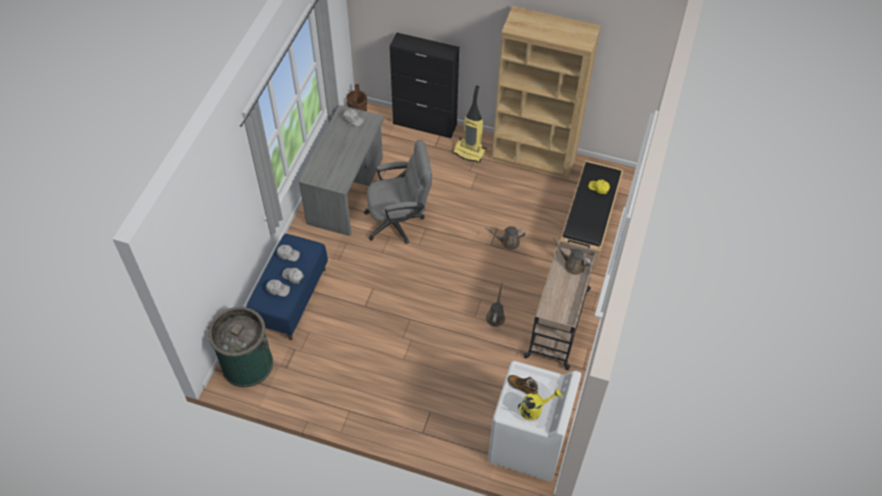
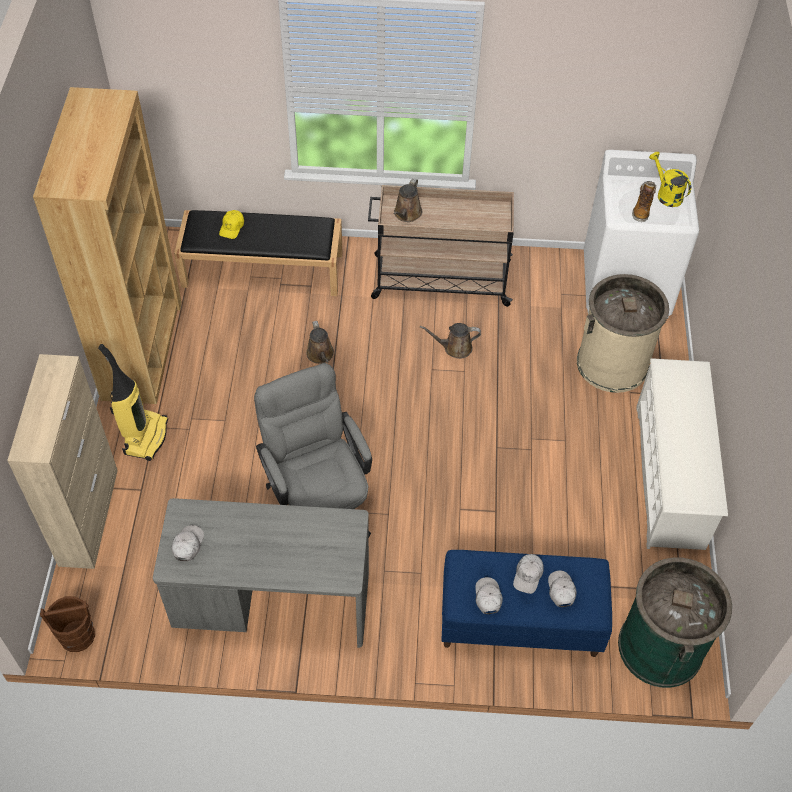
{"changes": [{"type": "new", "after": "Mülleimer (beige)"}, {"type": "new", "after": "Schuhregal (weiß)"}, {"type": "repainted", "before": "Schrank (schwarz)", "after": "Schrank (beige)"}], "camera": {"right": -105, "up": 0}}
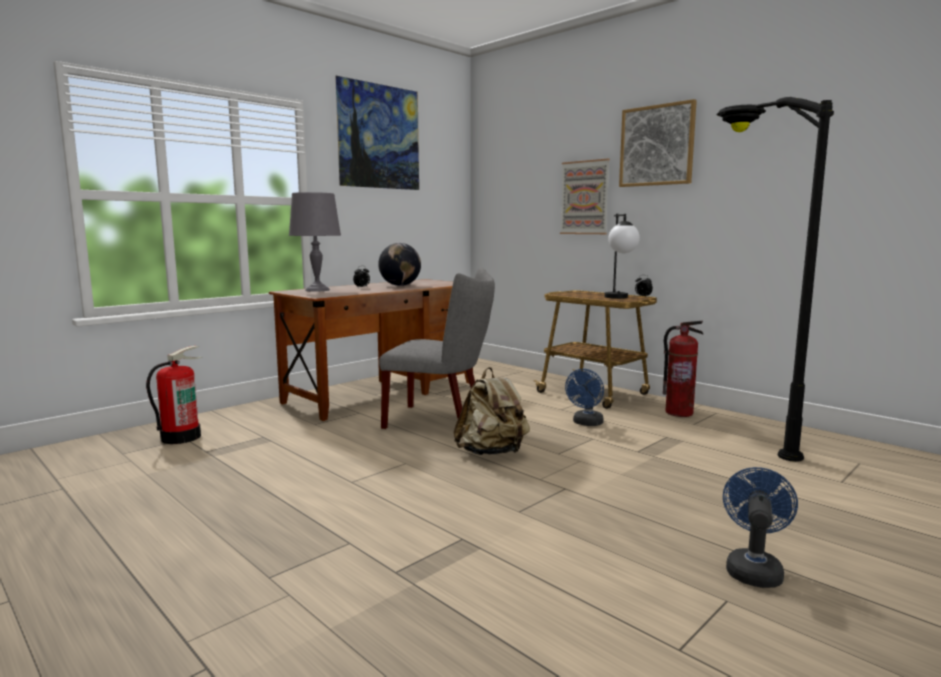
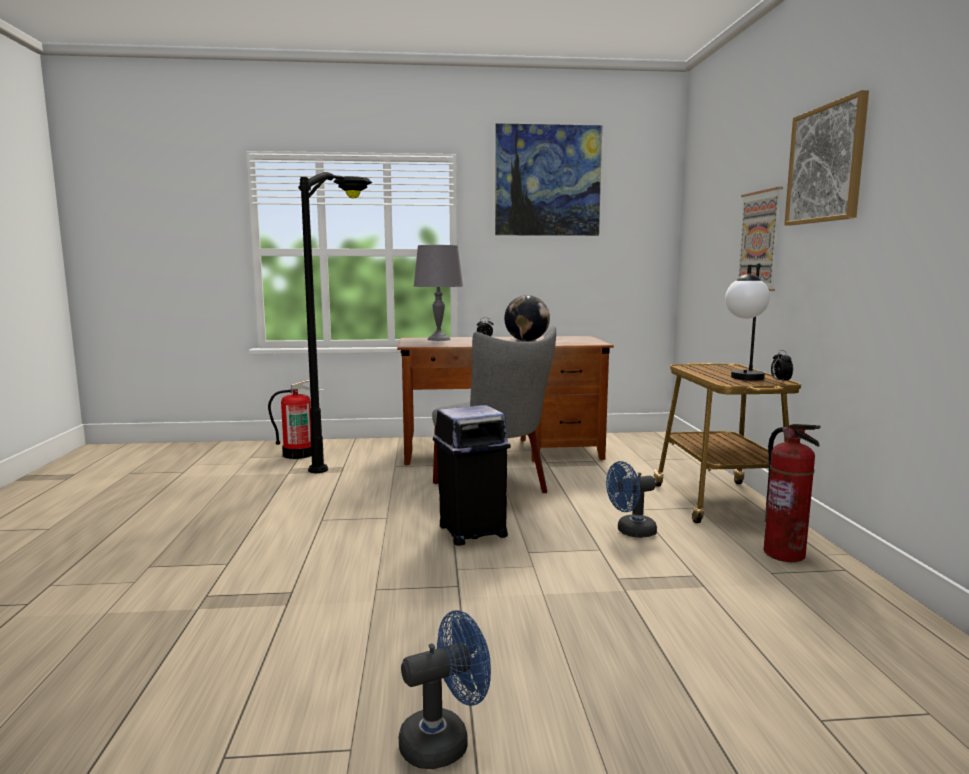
{"changes": [{"type": "shifted", "before": "Stehlampe (schwarz)"}, {"type": "swapped", "before": "Rucksack (beige)", "after": "Mülleimer (schwarz)"}], "camera": {"right": 40, "up": 0}}
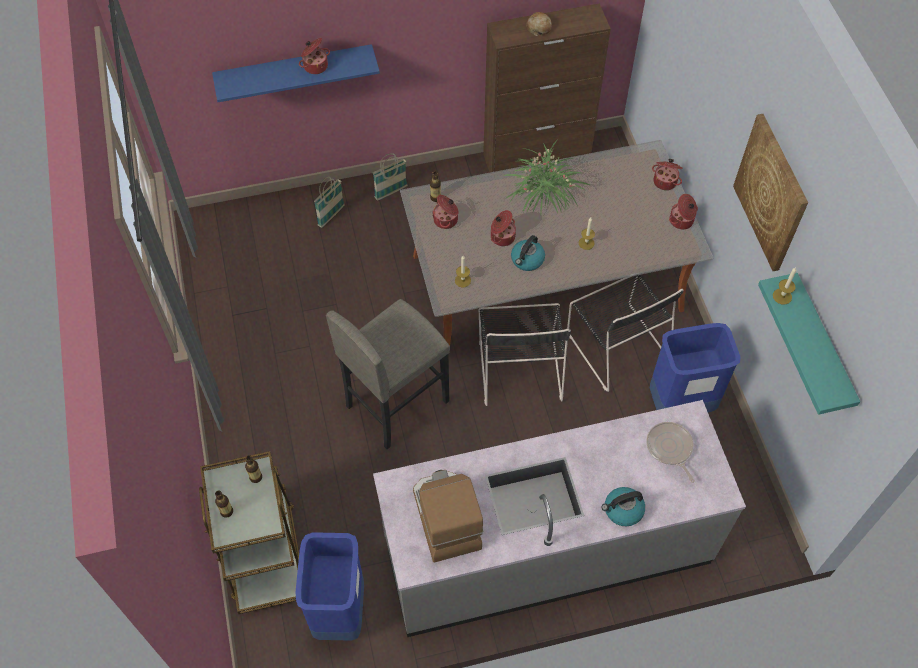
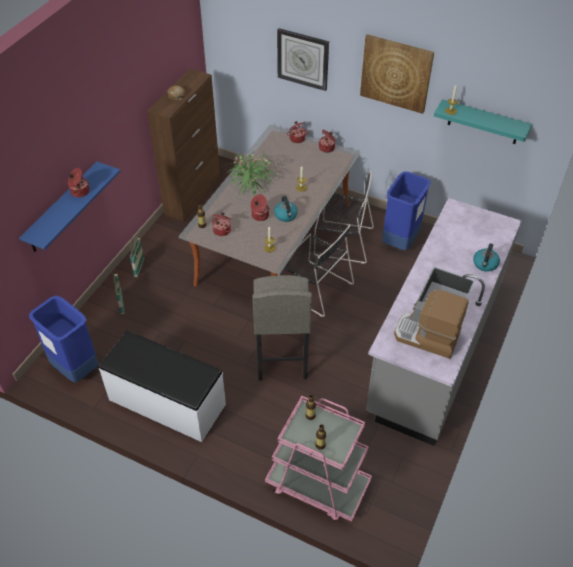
{"changes": [{"type": "gone", "before": "Pfanne"}, {"type": "new", "after": "Bank (weiß)"}, {"type": "new", "after": "Wanduhr"}, {"type": "shifted", "before": "Mülleimer (blau) (no. 1 from left)"}, {"type": "repainted", "before": "Rollwagen (braun)", "after": "Rollwagen (rosa)"}], "camera": {"right": -50, "up": -10}}
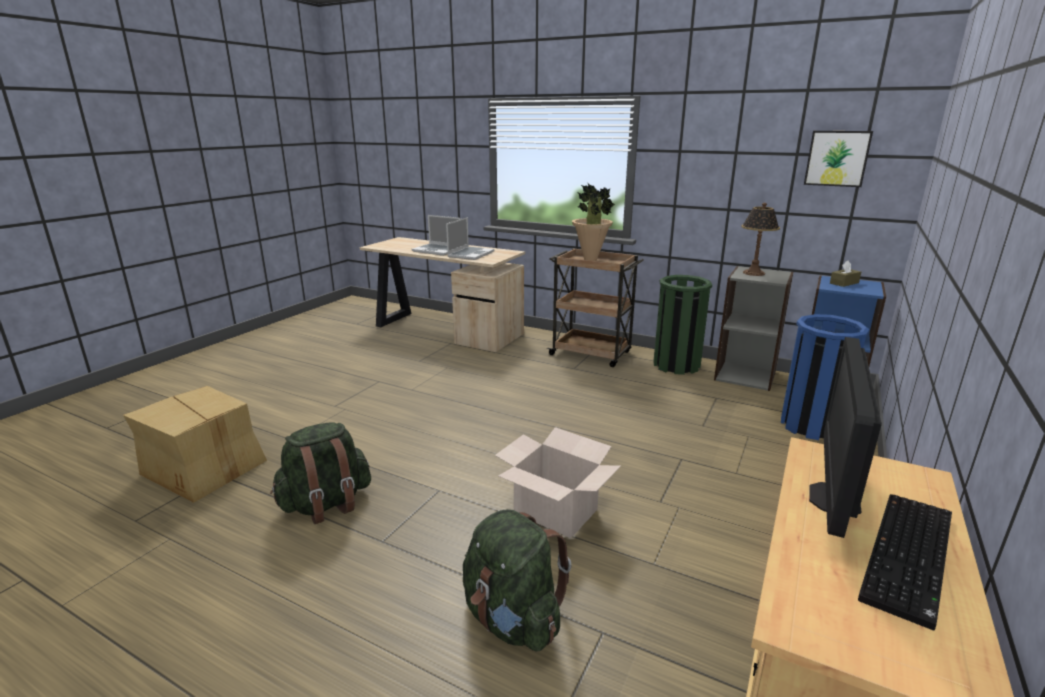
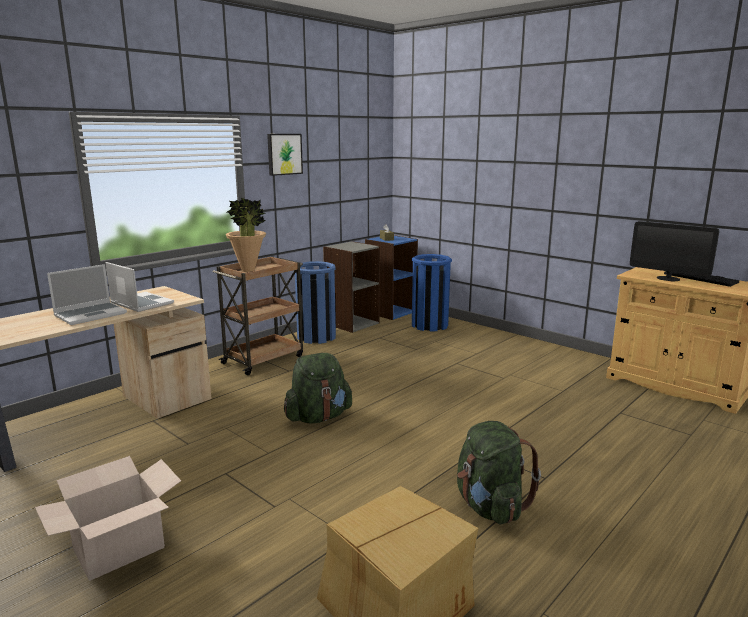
{"changes": [{"type": "gone", "before": "Tischlampe"}, {"type": "shifted", "before": "Rucksack (grün) (no. 2 from left in the first image)", "after": "Rucksack (grün) (no. 1 from left)"}, {"type": "shifted", "before": "Karton (no. 2 from left in the first image)", "after": "Karton (no. 1 from left)"}, {"type": "shifted", "before": "Bild"}, {"type": "repainted", "before": "Mülleimer (grün)", "after": "Mülleimer (blau) (no. 1 from left)"}], "camera": {"right": -75, "up": -5}}
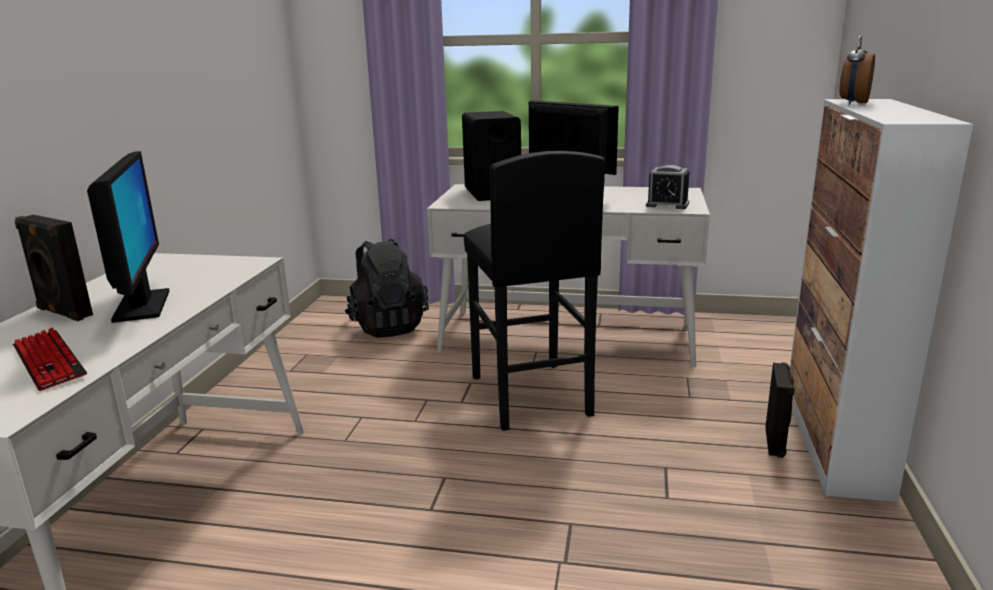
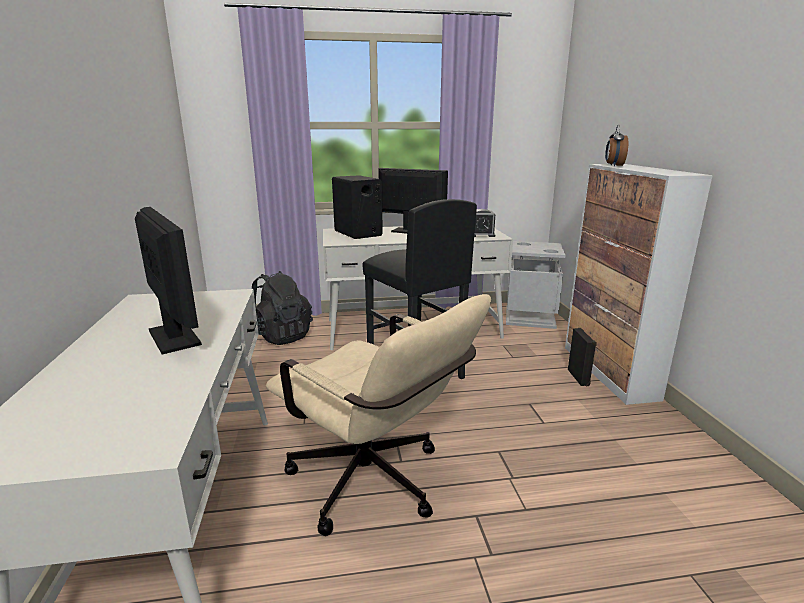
{"changes": [{"type": "gone", "before": "Tastatur"}, {"type": "gone", "before": "Lautsprecher (schwarz) (no. 1 from left)"}, {"type": "new", "after": "Bürostuhl (beige)"}, {"type": "new", "after": "Mülleimer (grau)"}], "camera": {"right": -20, "up": 0}}
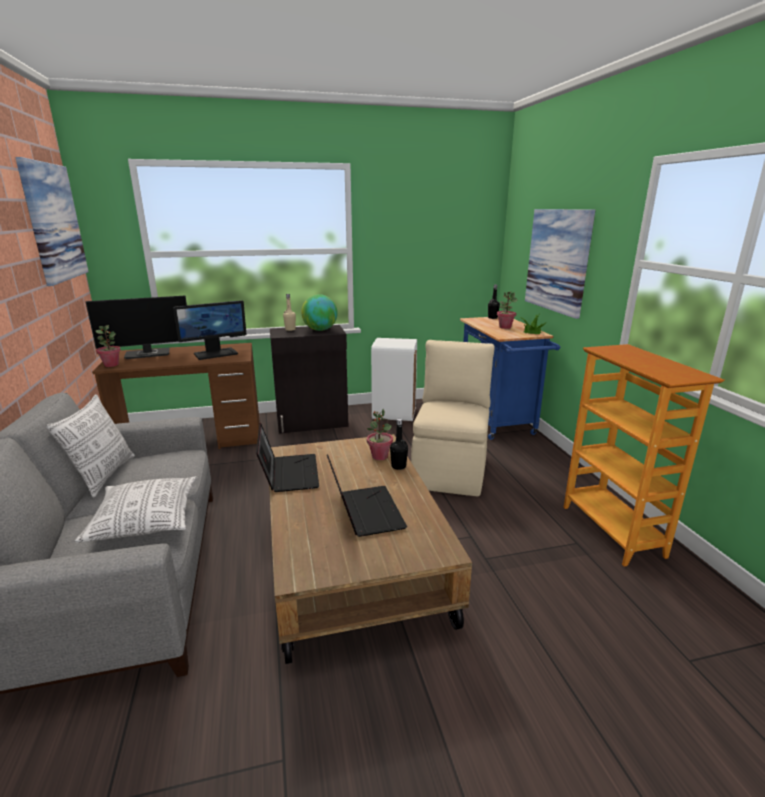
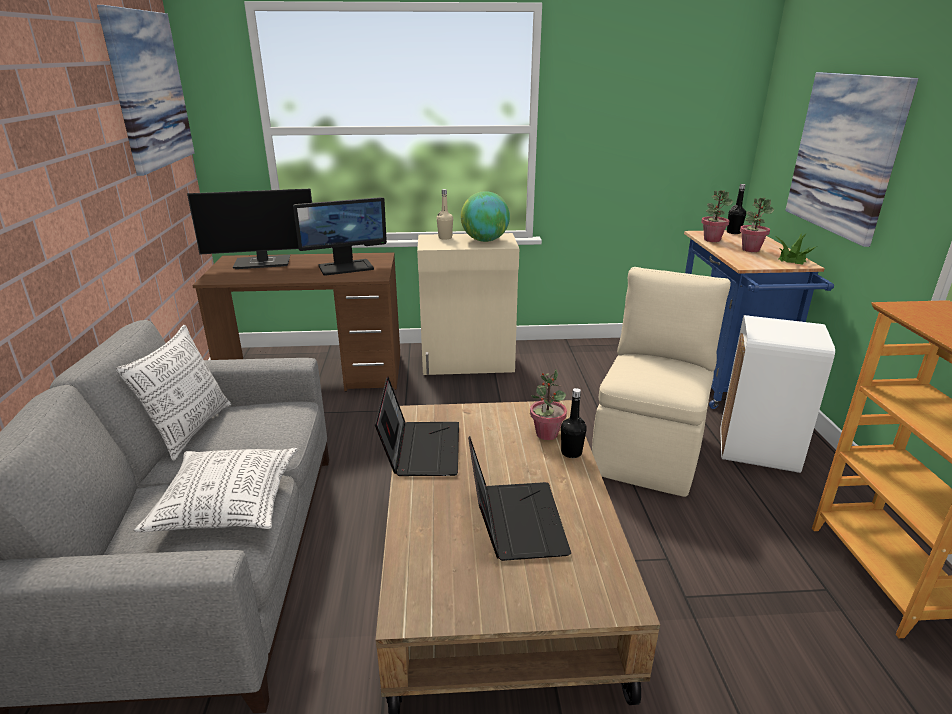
{"changes": [{"type": "shifted", "before": "Topfpflanze (no. 1 from left in the first image)", "after": "Topfpflanze (no. 2 from left)"}, {"type": "shifted", "before": "Mülleimer (weiß)"}, {"type": "repainted", "before": "Schrank (schwarz)", "after": "Schrank (beige)"}], "camera": {"right": 10, "up": 5}}
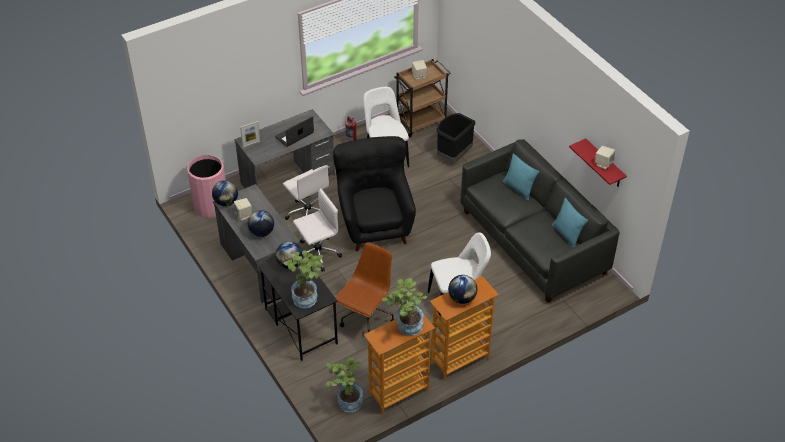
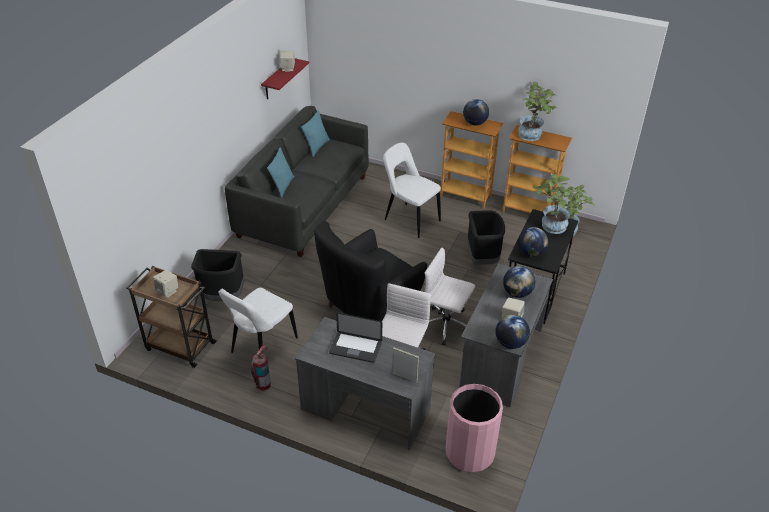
{"changes": [{"type": "swapped", "before": "Bürostuhl (braun)", "after": "Mülleimer (schwarz) (no. 2 from left)"}], "camera": {"right": -125, "up": -5}}
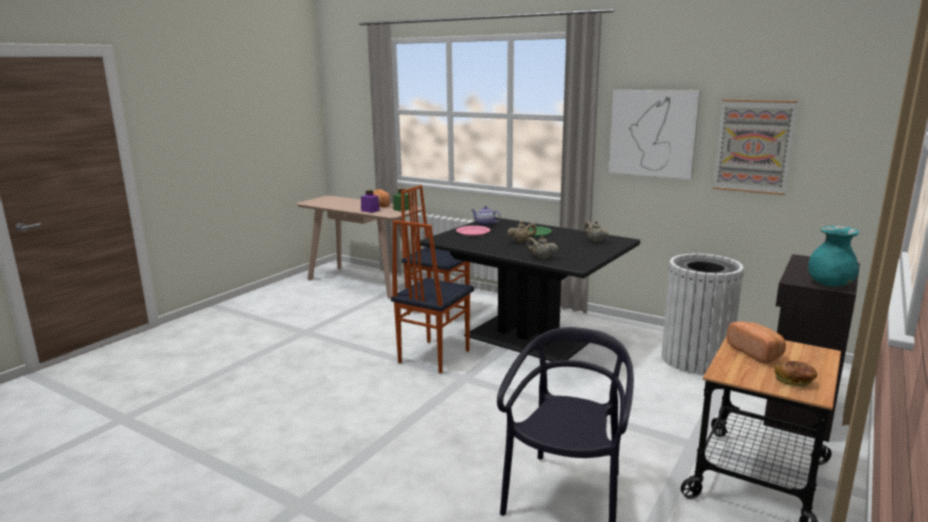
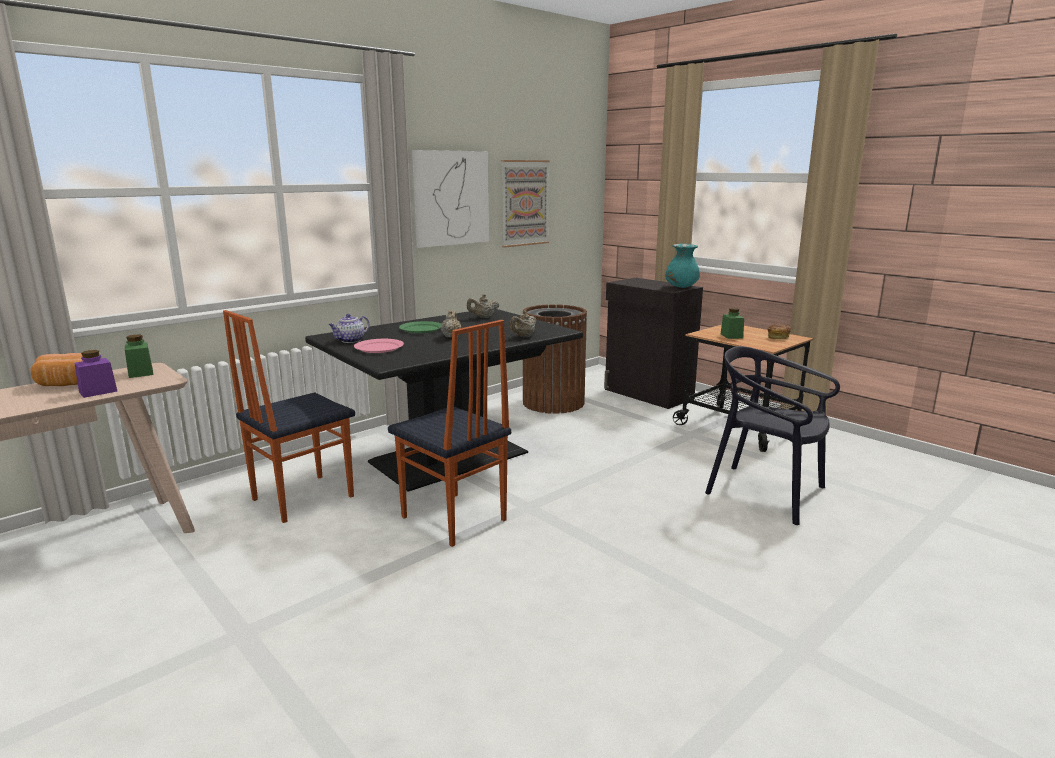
{"changes": [{"type": "swapped", "before": "Brot (no. 2 from left)", "after": "Vorratsglas (grün) (no. 2 from left)"}, {"type": "repainted", "before": "Mülleimer (weiß)", "after": "Mülleimer (braun)"}], "camera": {"right": -75, "up": 0}}
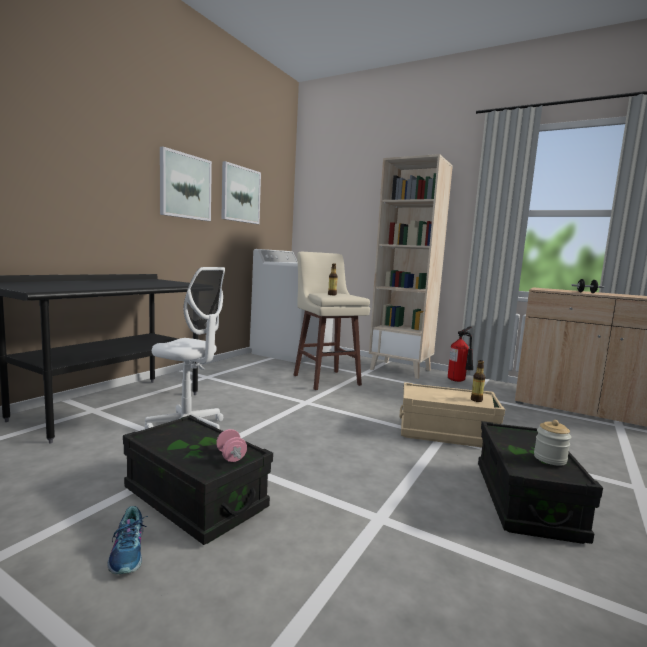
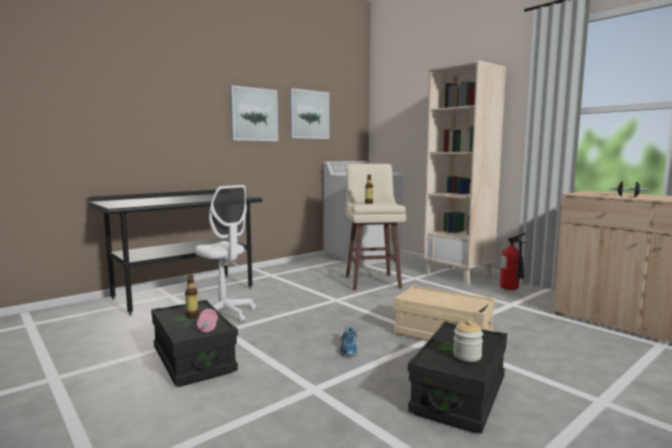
{"changes": [{"type": "shifted", "before": "Schuh"}, {"type": "shifted", "before": "Flasche (no. 2 from left in the first image)", "after": "Flasche (no. 1 from left)"}], "camera": {"right": 20, "up": 0}}
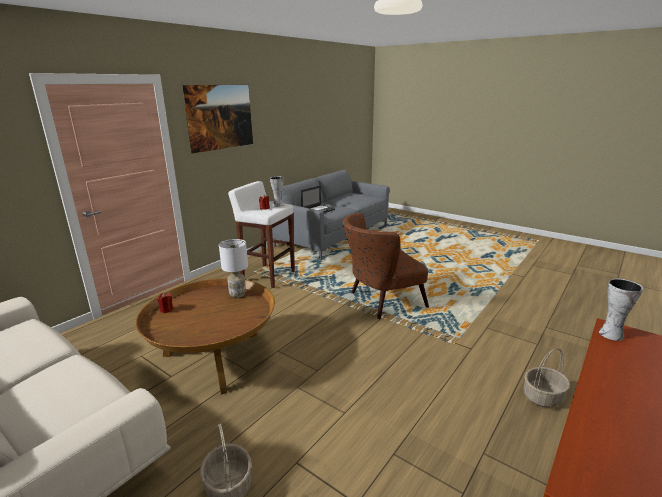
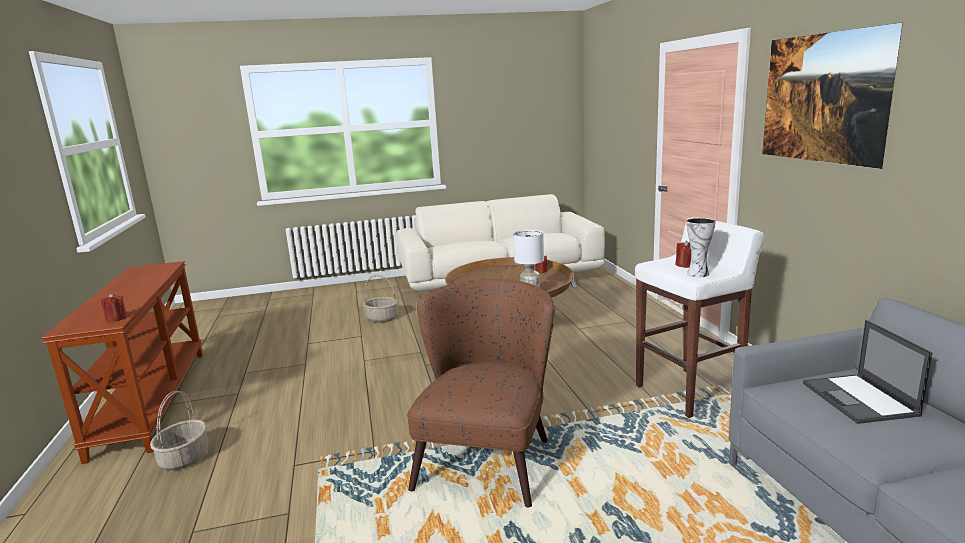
{"changes": [{"type": "swapped", "before": "Vase (no. 2 from left)", "after": "Kerze (rot) (no. 1 from left)"}], "camera": {"right": 130, "up": -5}}
